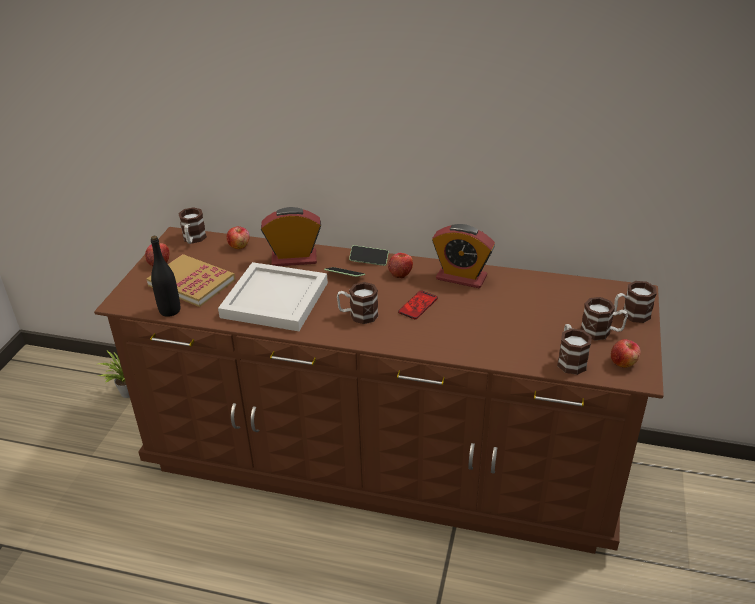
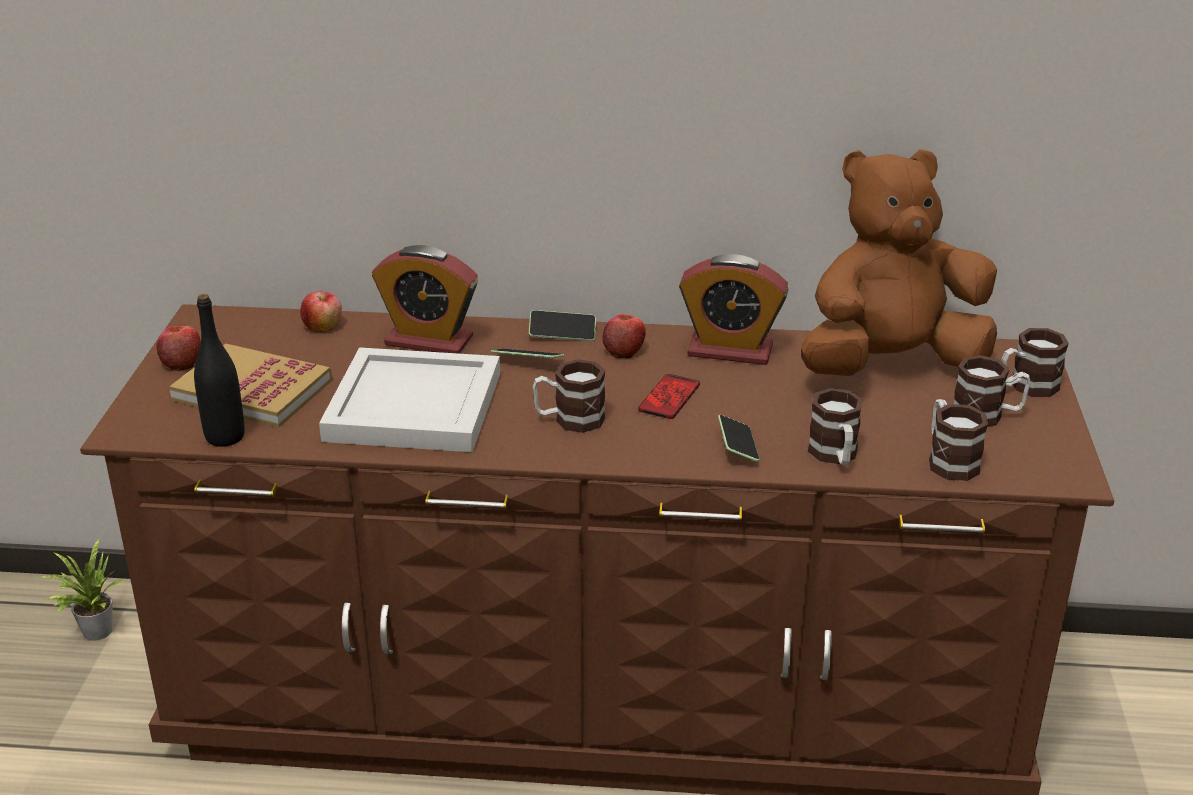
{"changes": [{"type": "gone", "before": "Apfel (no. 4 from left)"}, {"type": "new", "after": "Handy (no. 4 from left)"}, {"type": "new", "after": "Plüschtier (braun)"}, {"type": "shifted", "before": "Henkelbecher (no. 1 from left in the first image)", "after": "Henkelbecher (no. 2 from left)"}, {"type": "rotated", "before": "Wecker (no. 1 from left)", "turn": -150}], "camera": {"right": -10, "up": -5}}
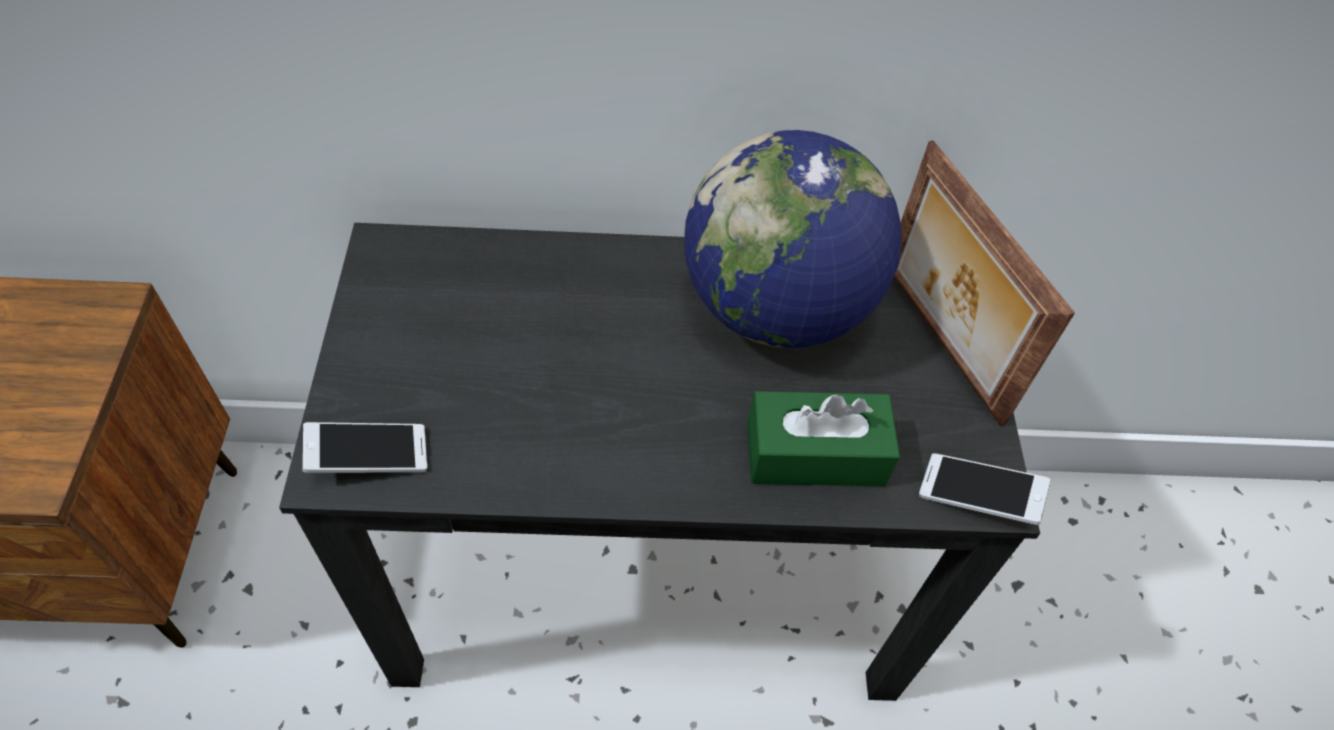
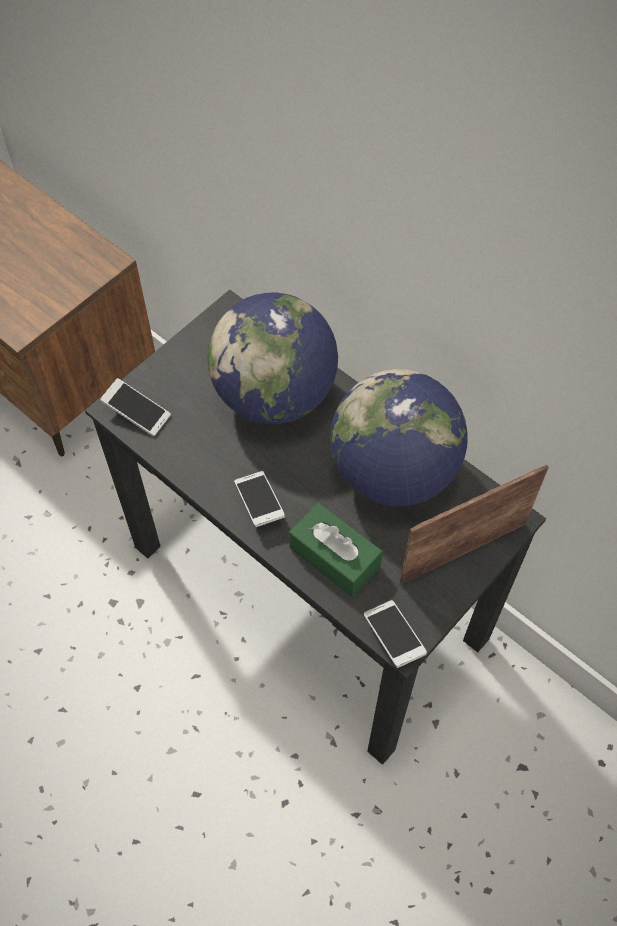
{"changes": [{"type": "new", "after": "Globus (no. 1 from left)"}, {"type": "new", "after": "Handy (no. 2 from left)"}, {"type": "rotated", "before": "Bilderrahmen", "turn": 45}], "camera": {"right": 45, "up": 5}}
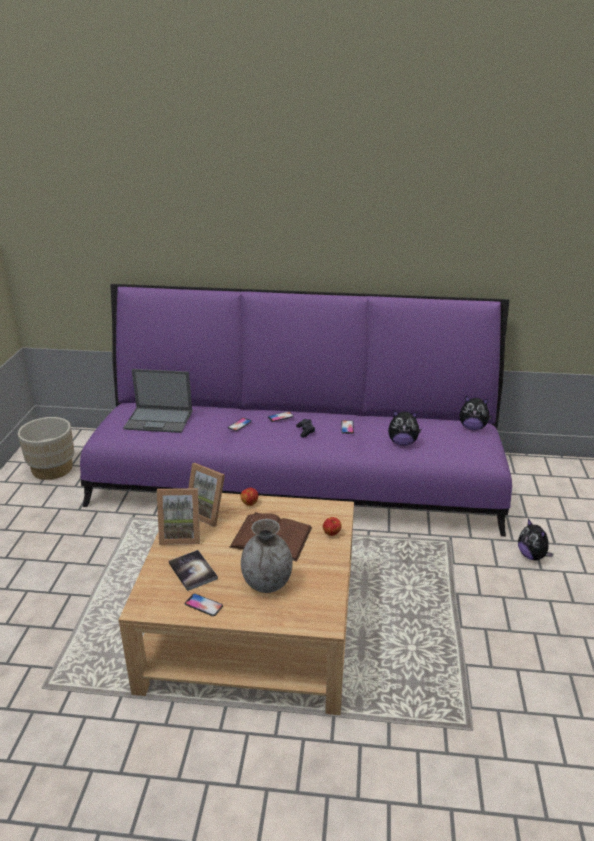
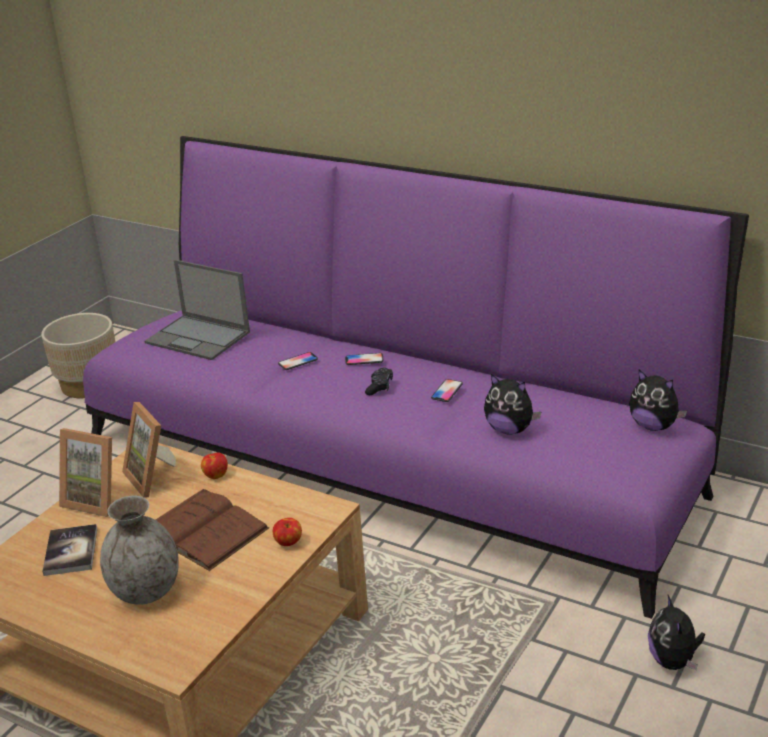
{"changes": [{"type": "gone", "before": "Handy (no. 1 from left)"}], "camera": {"right": 25, "up": 0}}
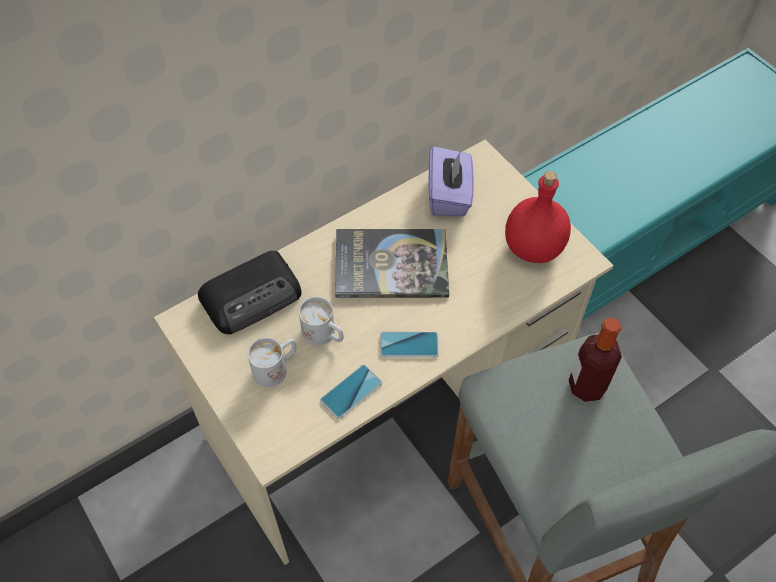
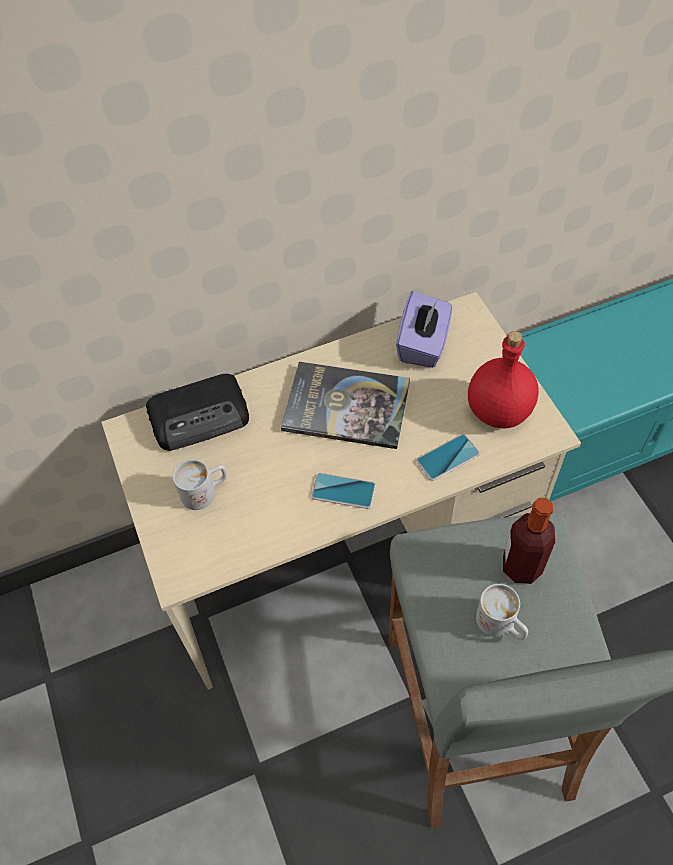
{"changes": [{"type": "shifted", "before": "Henkelbecher (weiß) (no. 2 from left)"}, {"type": "shifted", "before": "Handy (no. 1 from left in the first image)", "after": "Handy (no. 2 from left)"}], "camera": {"right": 15, "up": 0}}
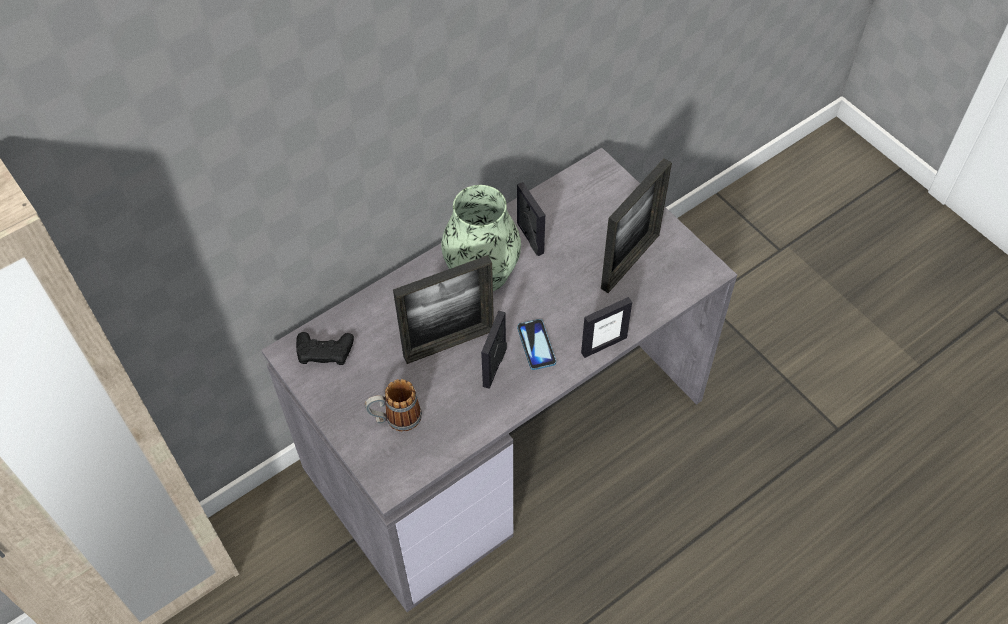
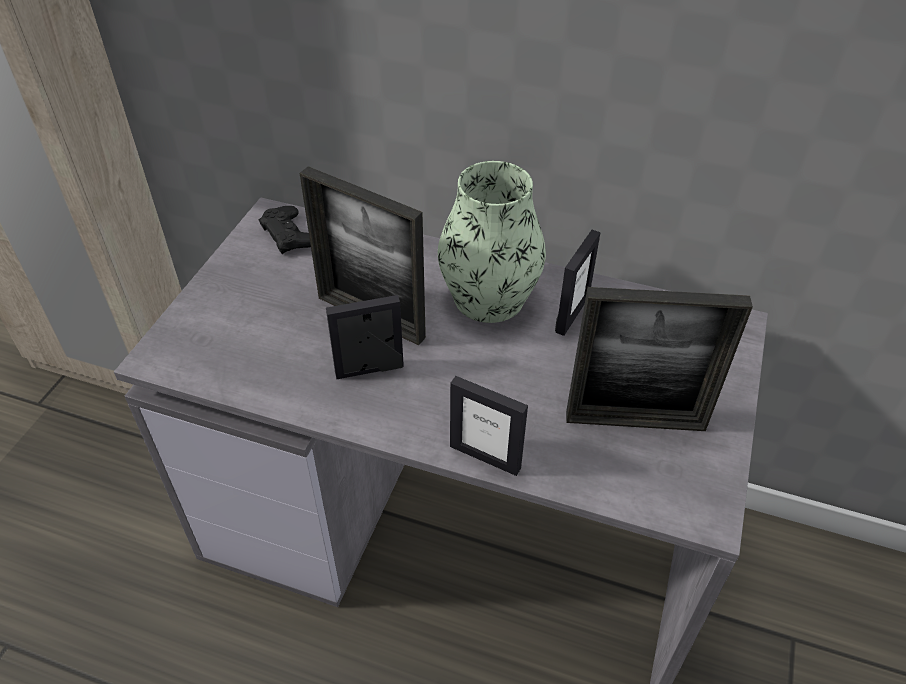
{"changes": [{"type": "gone", "before": "Henkelbecher"}, {"type": "gone", "before": "Handy"}], "camera": {"right": 55, "up": -10}}
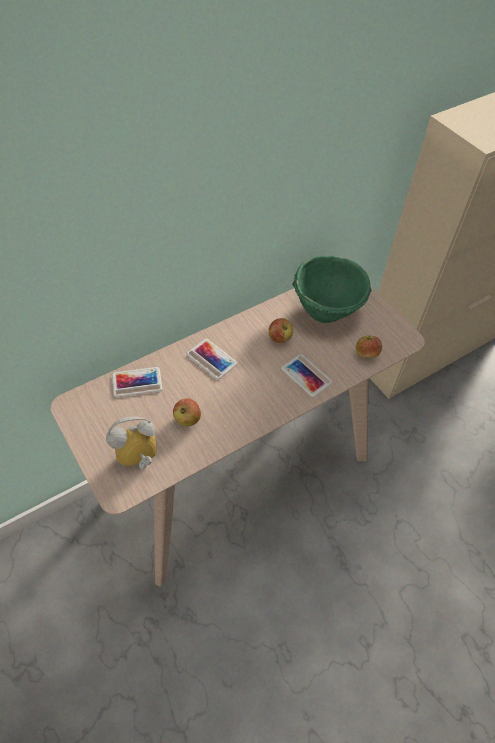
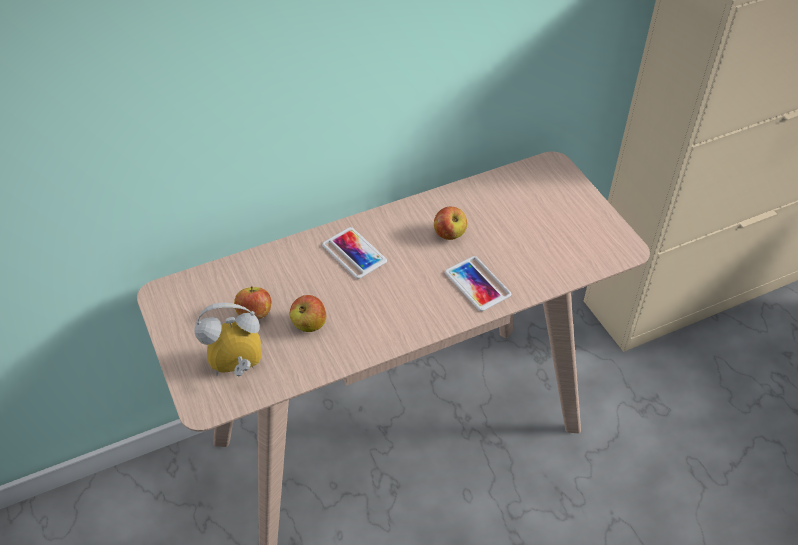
{"changes": [{"type": "gone", "before": "Handy (no. 1 from left)"}, {"type": "gone", "before": "Schüssel (grün)"}, {"type": "shifted", "before": "Apfel (no. 3 from left in the first image)", "after": "Apfel (no. 1 from left)"}], "camera": {"right": 10, "up": -5}}
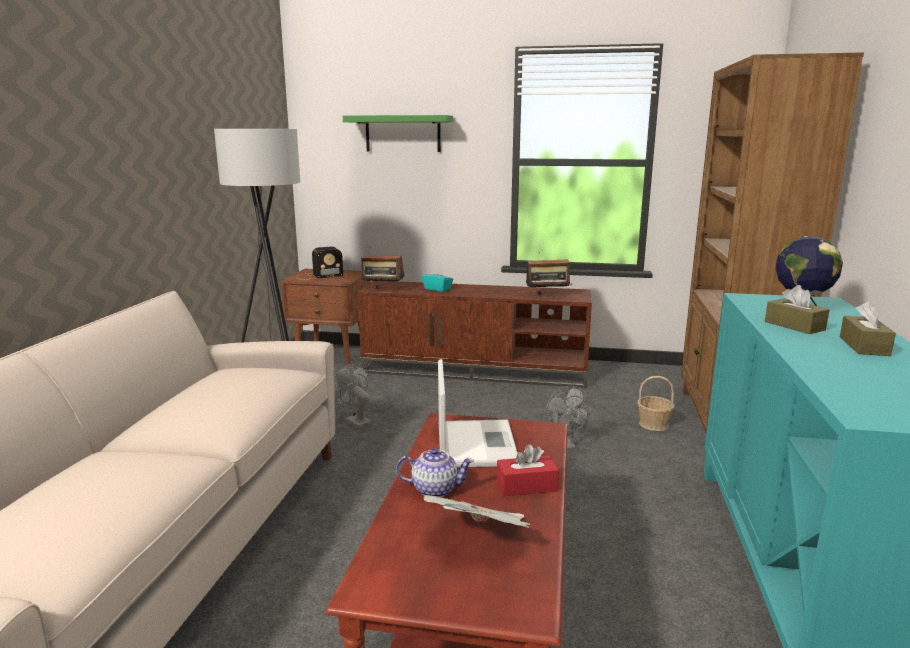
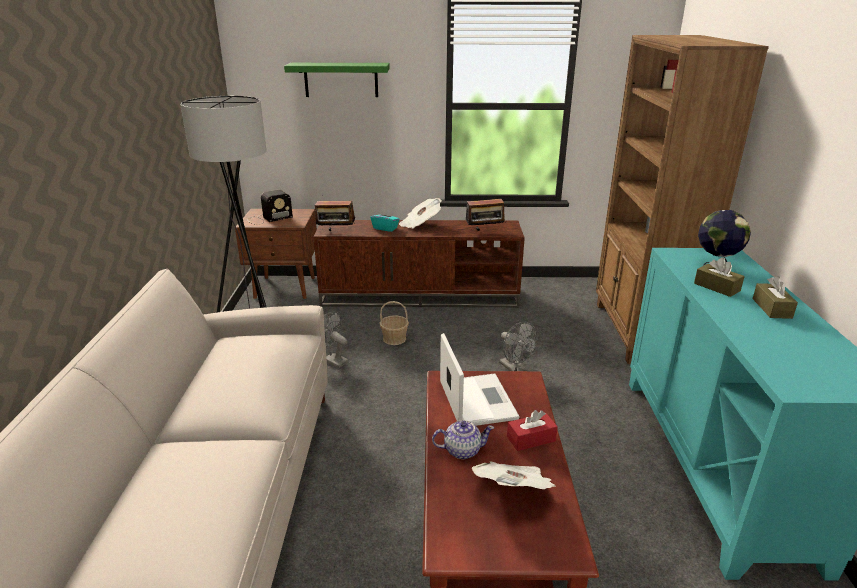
{"changes": [{"type": "new", "after": "Zeitung (no. 1 from left)"}, {"type": "shifted", "before": "Korb"}], "camera": {"right": -10, "up": 10}}
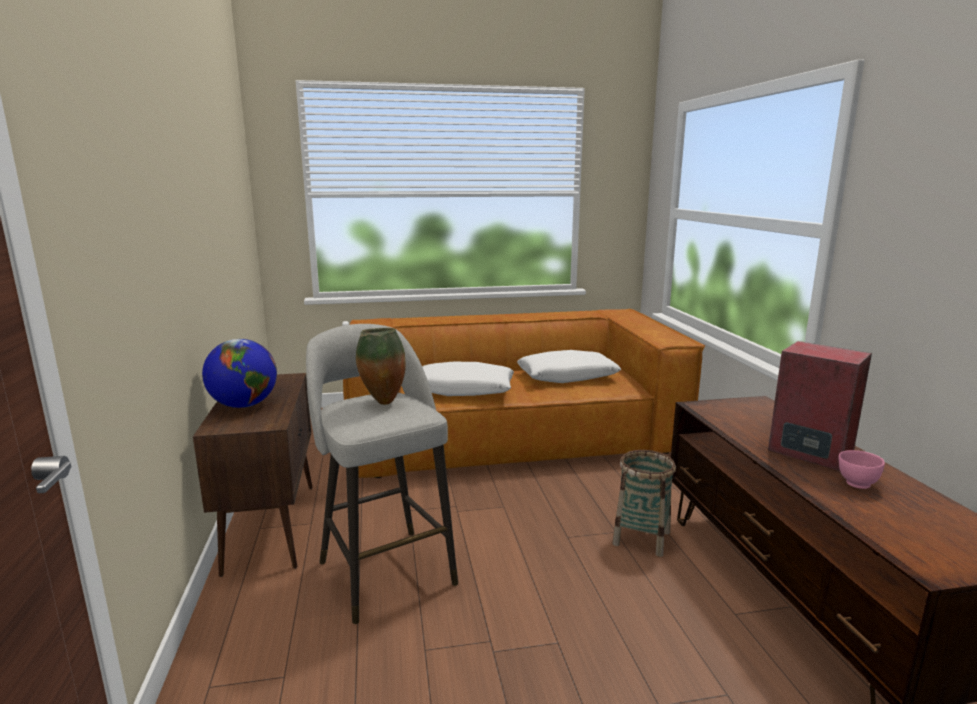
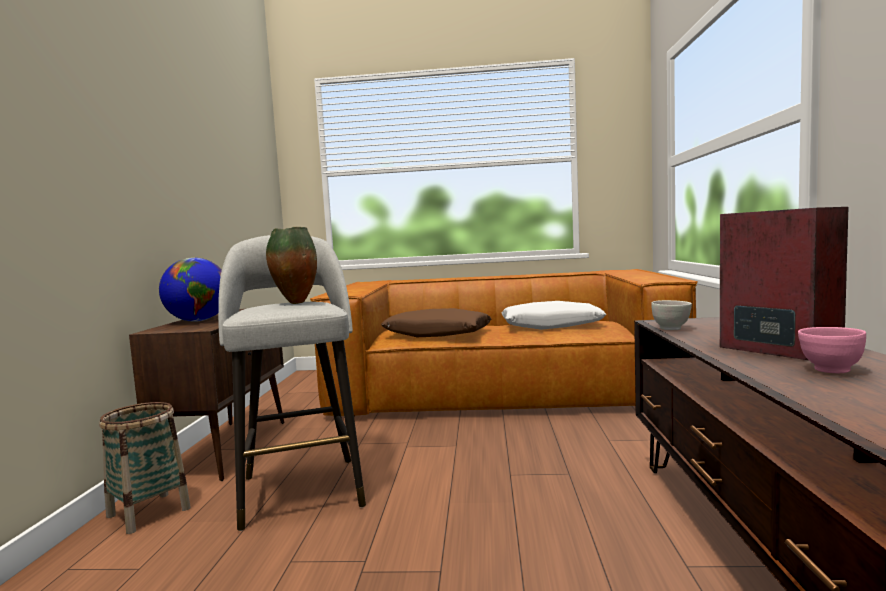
{"changes": [{"type": "new", "after": "Schüssel (weiß)"}, {"type": "shifted", "before": "Korb"}, {"type": "repainted", "before": "Kissen (weiß) (no. 1 from left)", "after": "Kissen (braun)"}], "camera": {"right": 15, "up": -10}}
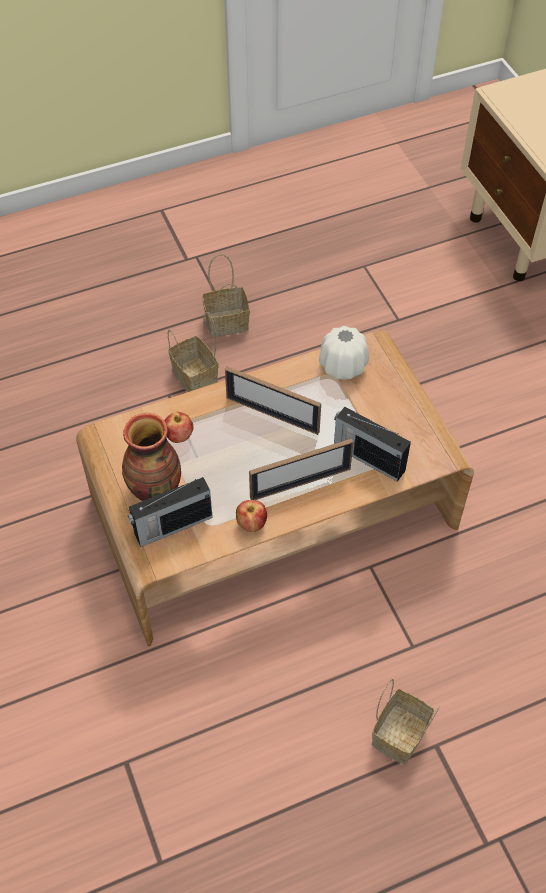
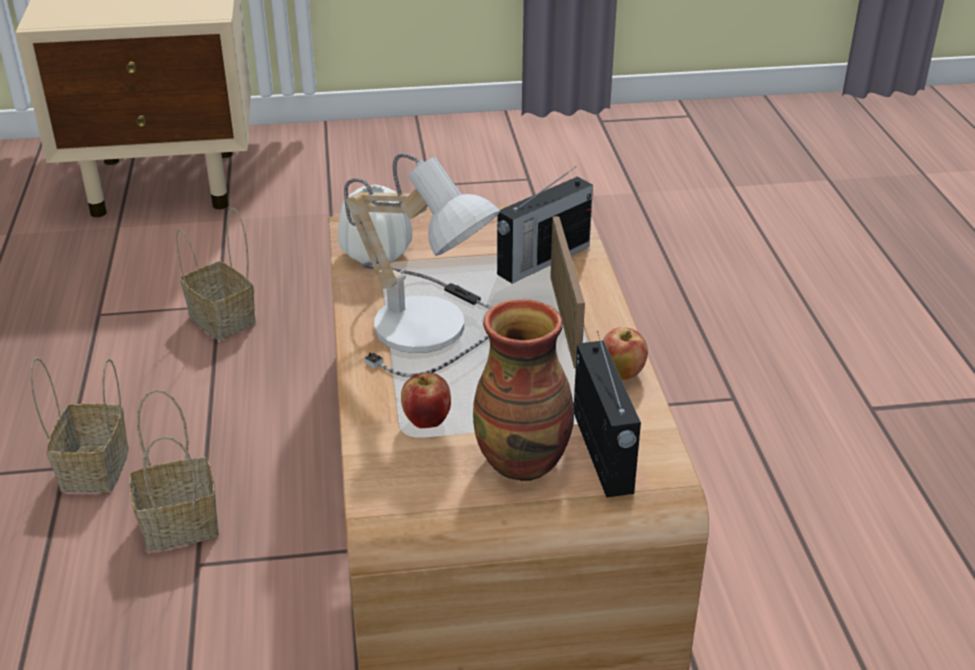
{"changes": [{"type": "shifted", "before": "Korb (no. 3 from left)"}, {"type": "swapped", "before": "Bilderrahmen (no. 1 from left)", "after": "Tischlampe"}], "camera": {"right": -75, "up": -20}}
